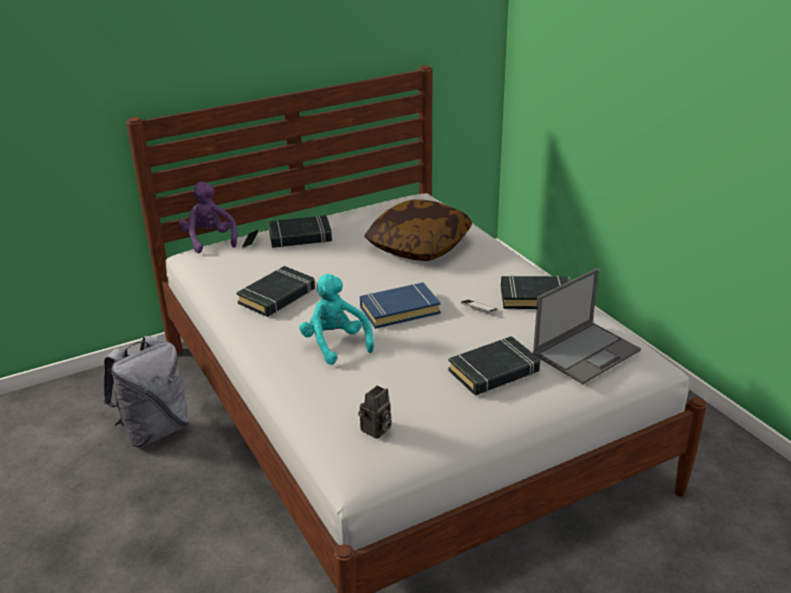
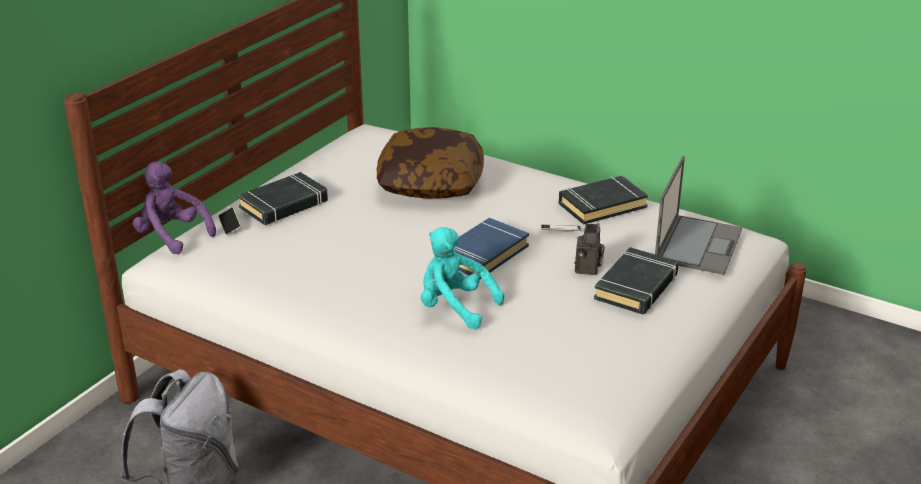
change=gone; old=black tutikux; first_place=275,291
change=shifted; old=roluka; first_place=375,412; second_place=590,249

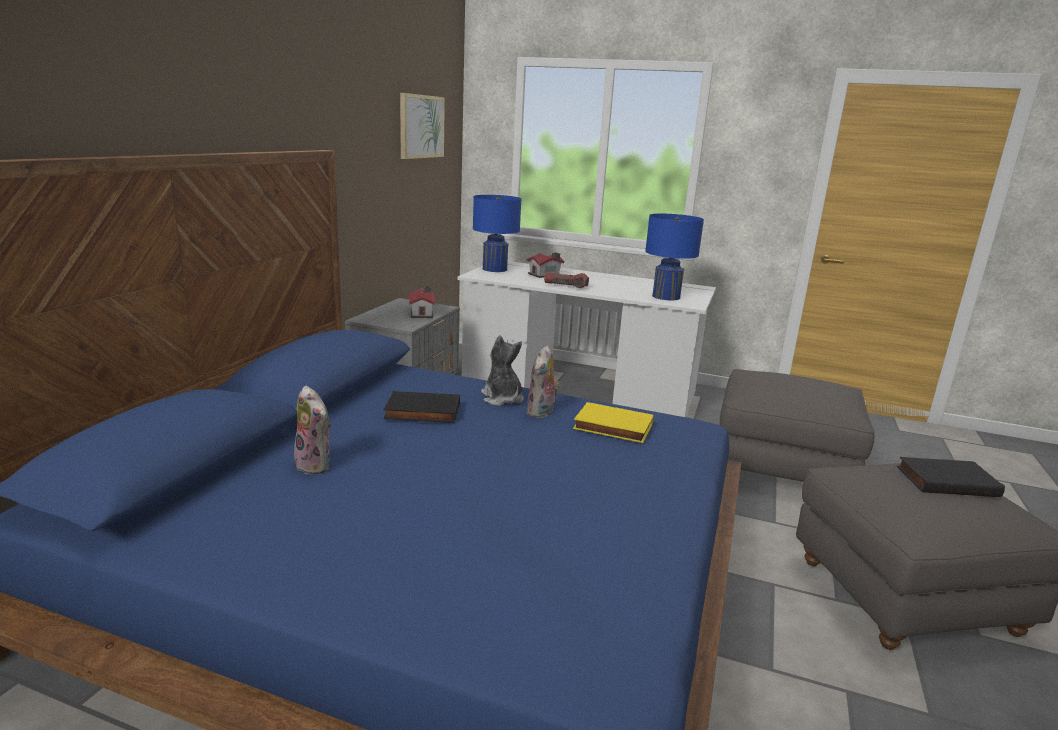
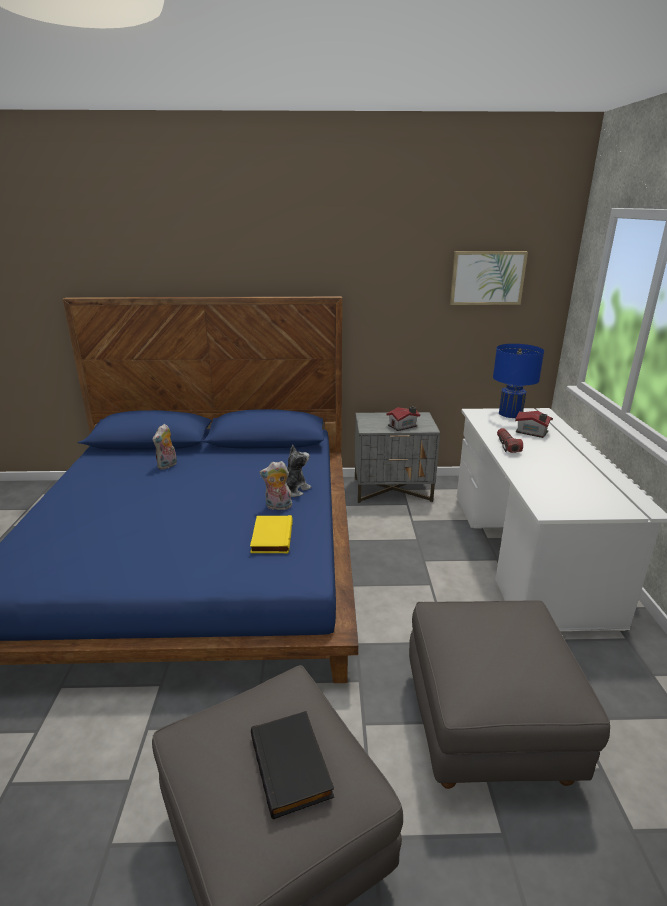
change=gone; old=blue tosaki; first_place=674,257
change=gone; old=black tutikux; first_place=421,407

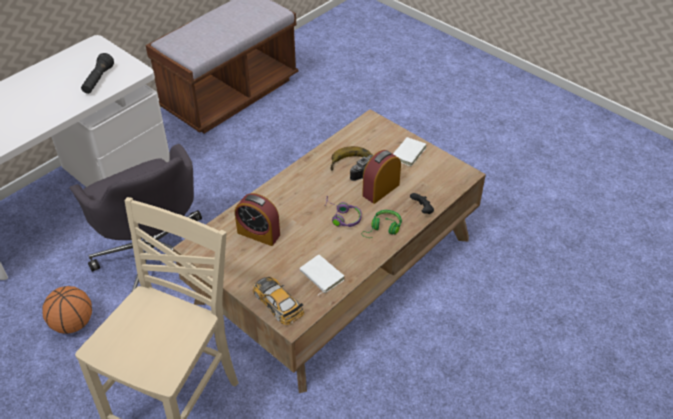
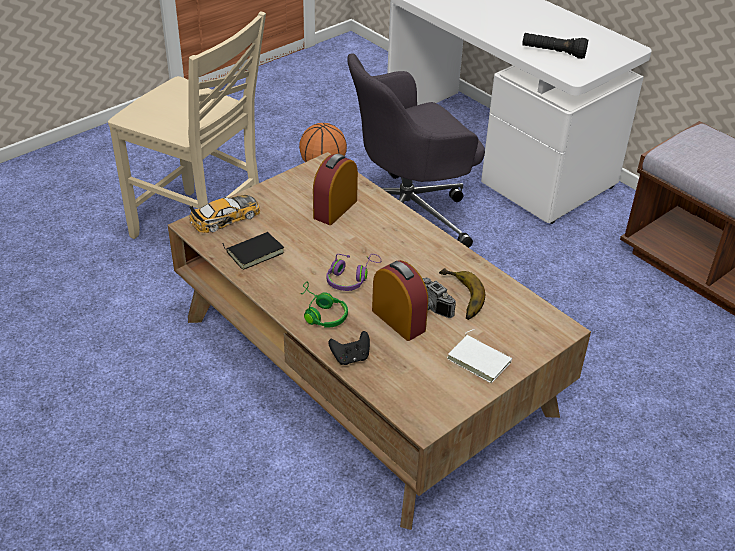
change=repainted; old=white tutikux; new=black tutikux; first_place=322,275; second_place=253,251

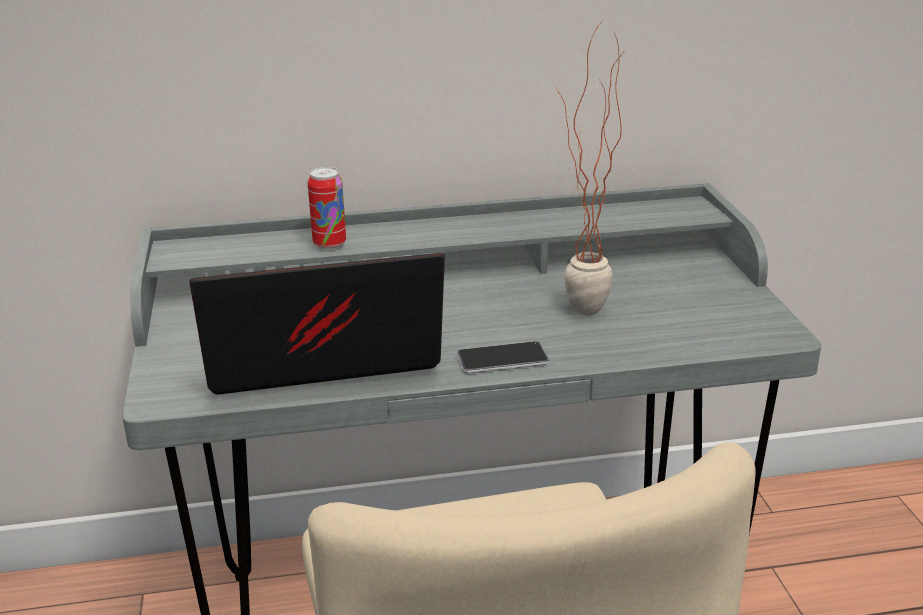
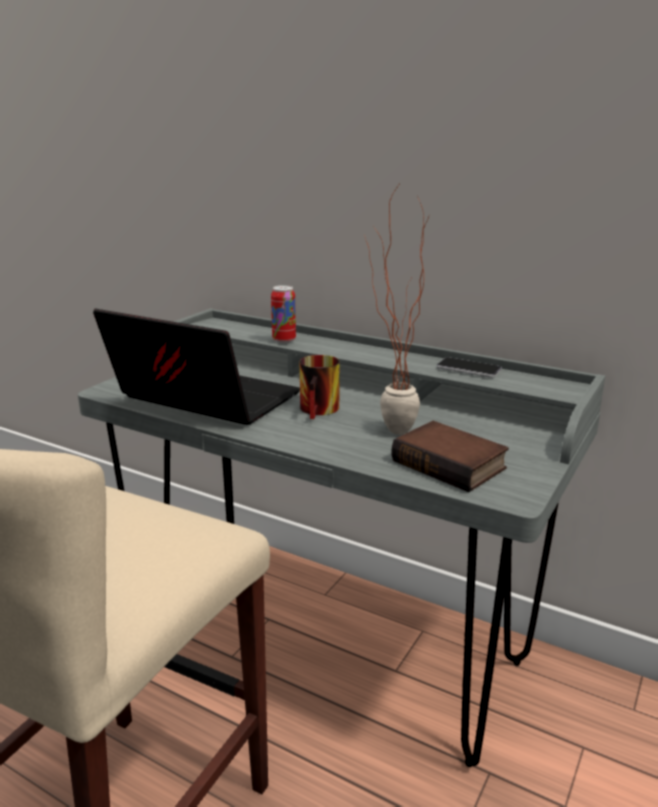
change=shifted; old=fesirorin; first_place=503,357; second_place=469,367
change=new; new=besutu; second_place=320,387
change=new; new=tutikux; second_place=450,456

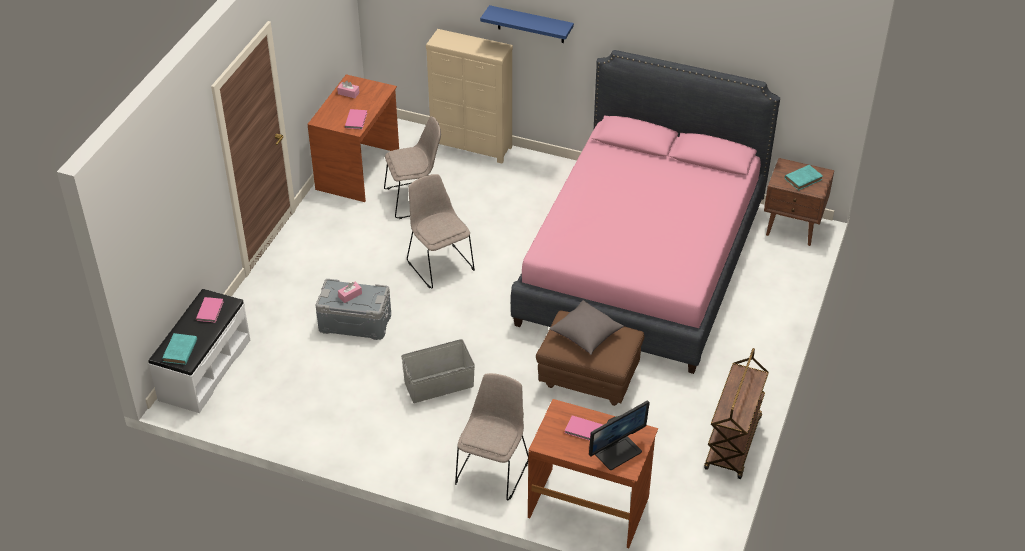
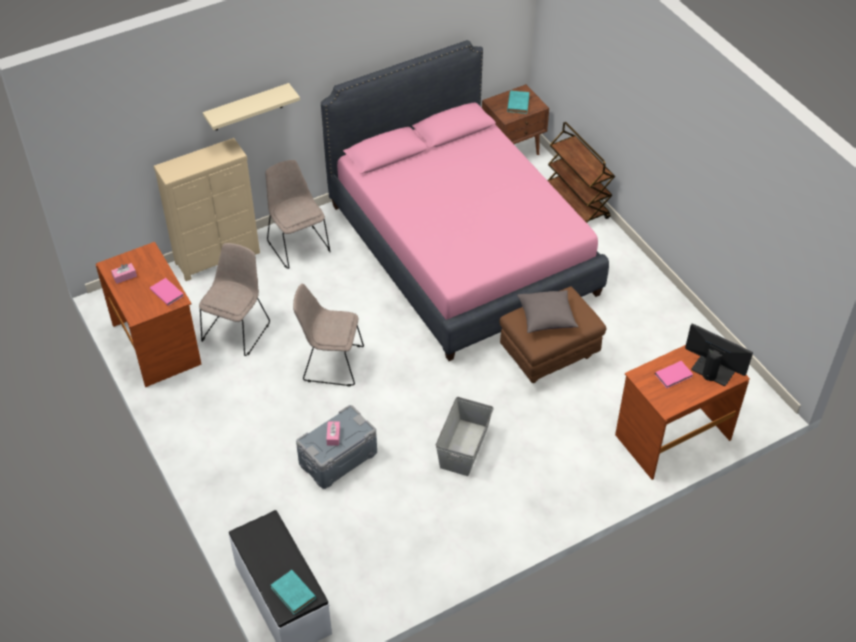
change=repainted; old=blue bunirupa; new=beige bunirupa; first_place=527,24; second_place=251,107
change=gone; old=pink tutikux; first_place=210,310
change=shifted; old=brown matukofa; first_place=736,413; second_place=581,172
change=shifted; old=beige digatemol; first_place=491,436; second_place=297,214
change=rotated; old=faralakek; first_place=619,435; second_place=719,354; degrees=-60

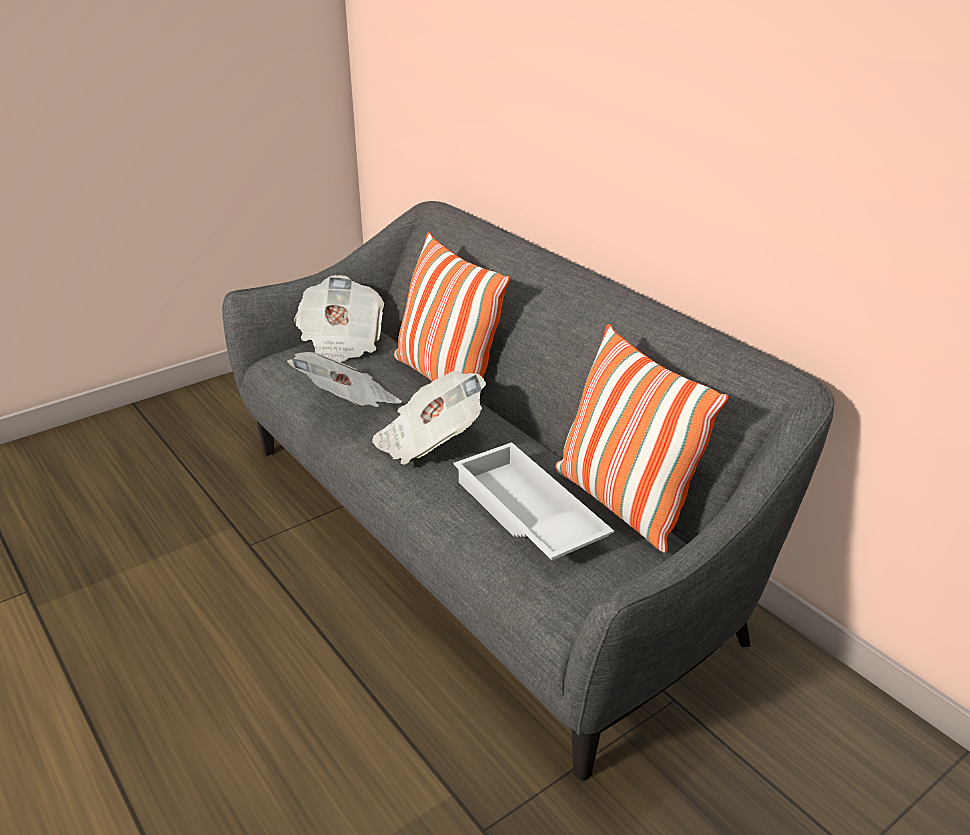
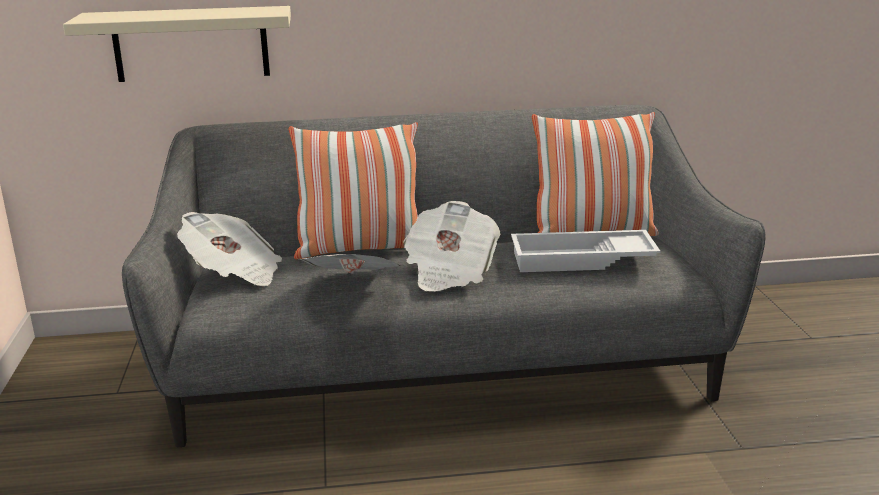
change=new; new=beige bunirupa; second_place=177,44

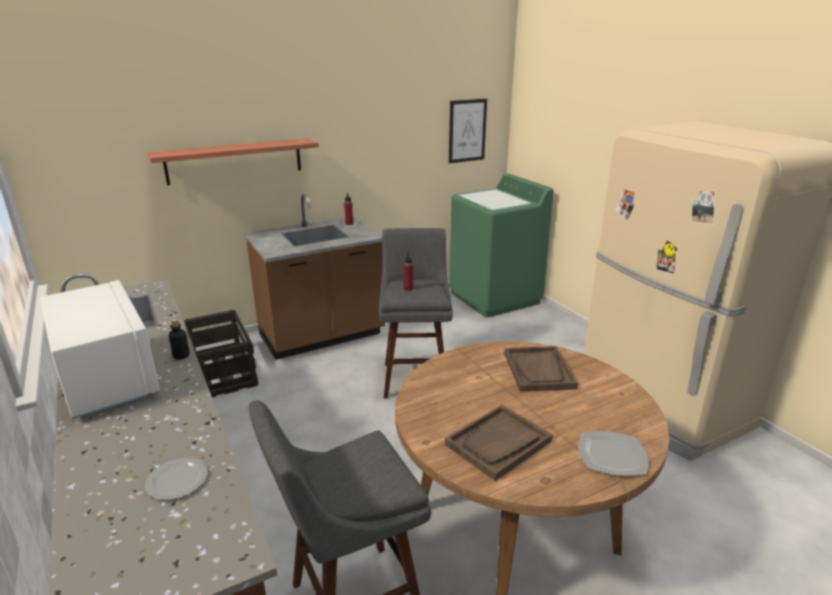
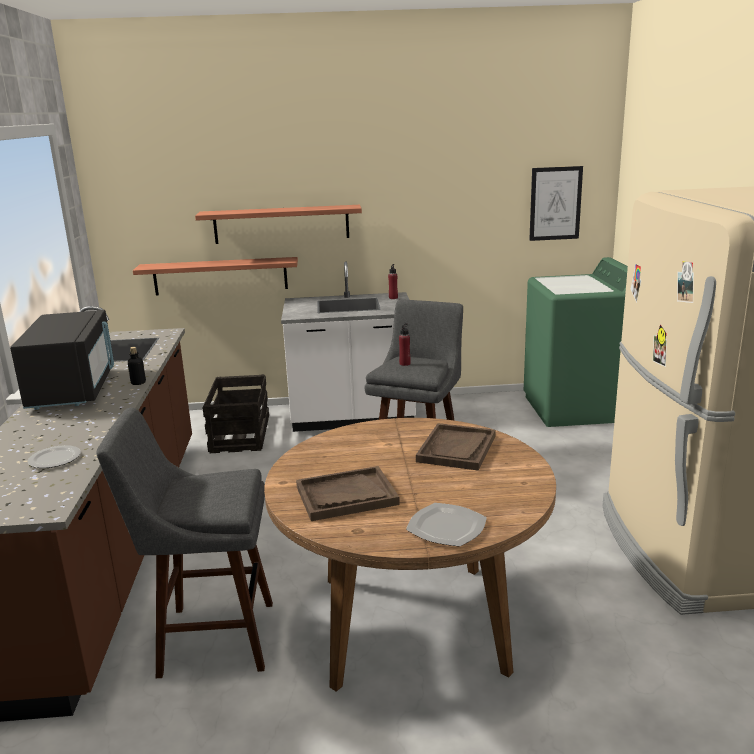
change=repainted; old=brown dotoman; new=white dotoman; first_place=314,277; second_place=348,346
change=repainted; old=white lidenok; new=black lidenok; first_place=99,349; second_place=62,360
change=new; new=bunirupa; second_place=215,276

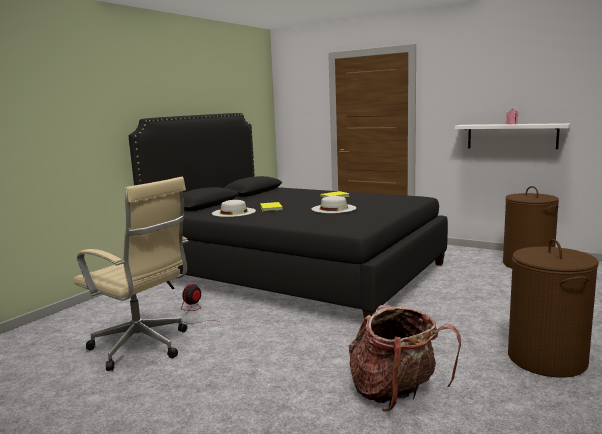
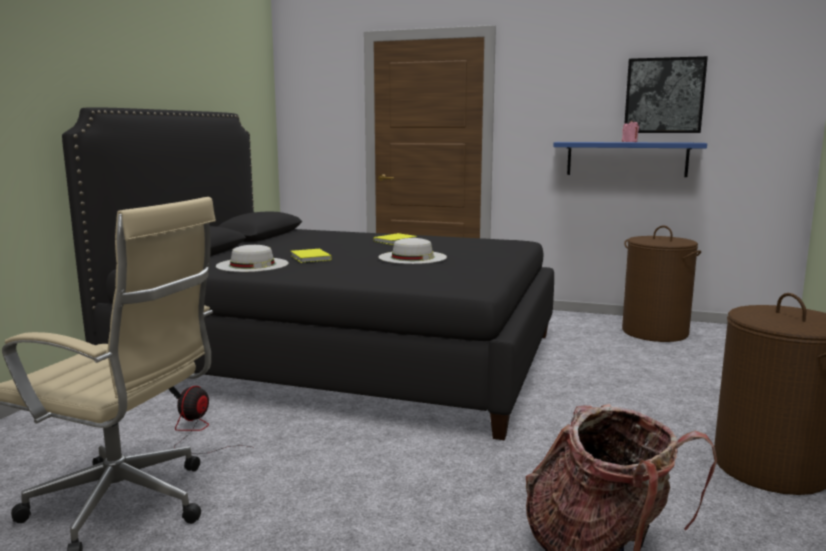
change=repainted; old=white bunirupa; new=blue bunirupa; first_place=513,136; second_place=630,159
change=new; new=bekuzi; second_place=666,94

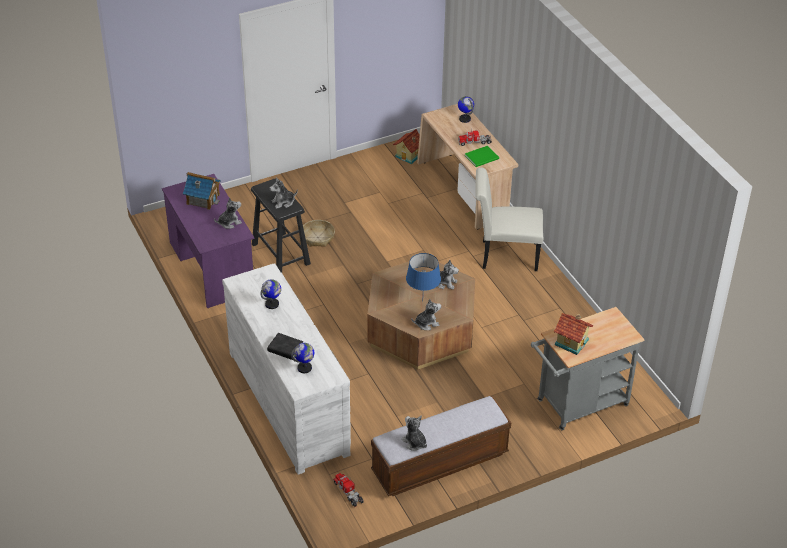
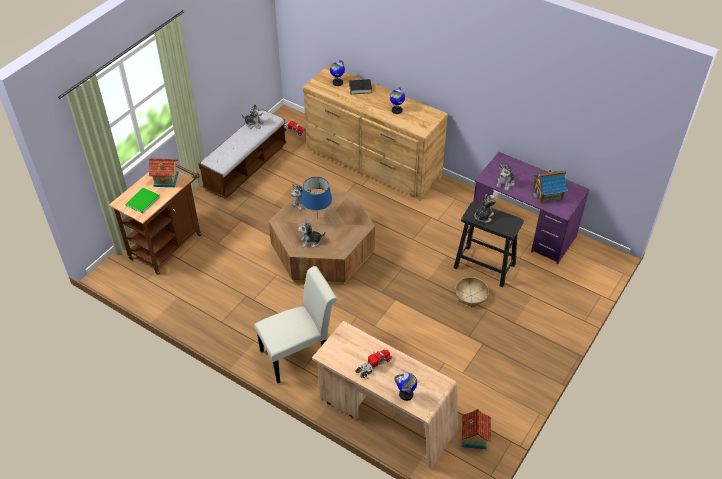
change=shifted; old=green tutikux; first_place=482,156; second_place=142,200
change=repainted; old=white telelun; new=brown telelun; first_place=286,369; second_place=375,133
change=repainted; old=grey matukofa; new=brown matukofa; first_place=588,368; second_place=155,219

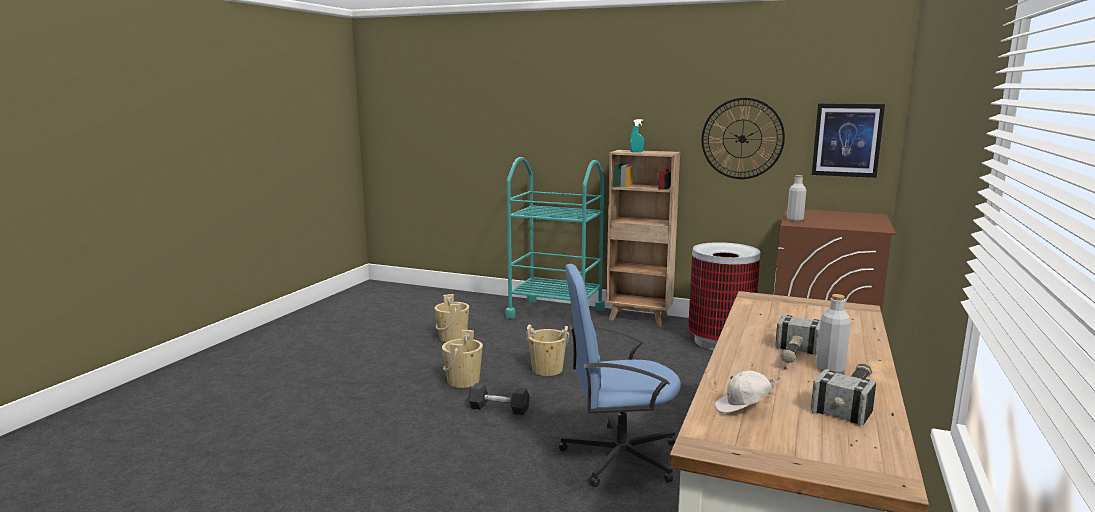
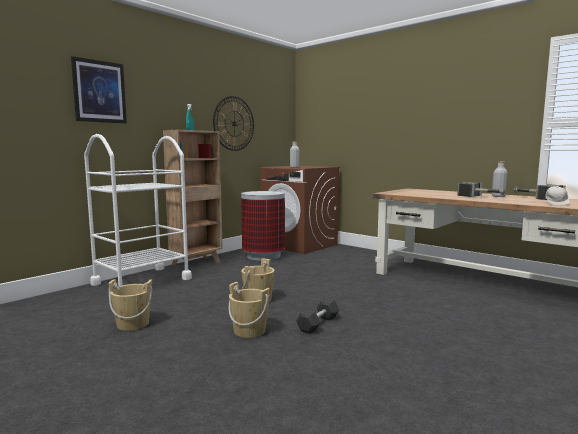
change=shifted; old=bekuzi; first_place=848,141; second_place=99,90
change=repainted; old=turquoise matukofa; new=white matukofa; first_place=555,238; second_place=138,210
change=gone; old=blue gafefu; first_place=620,375

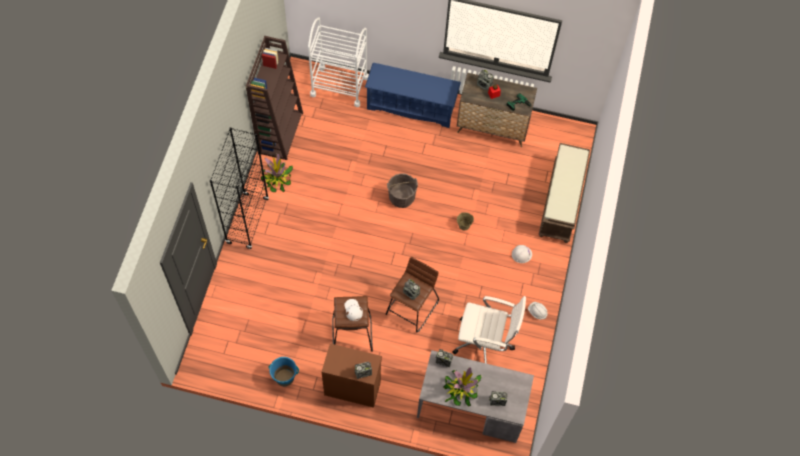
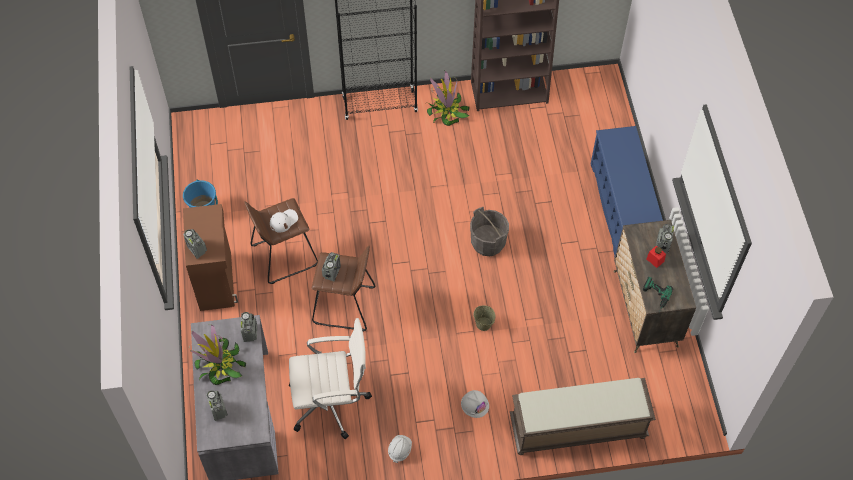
change=gone; old=white matukofa; first_place=338,62
change=rotated; old=white gafefu; first_place=489,330; second_place=330,378; degrees=-90

